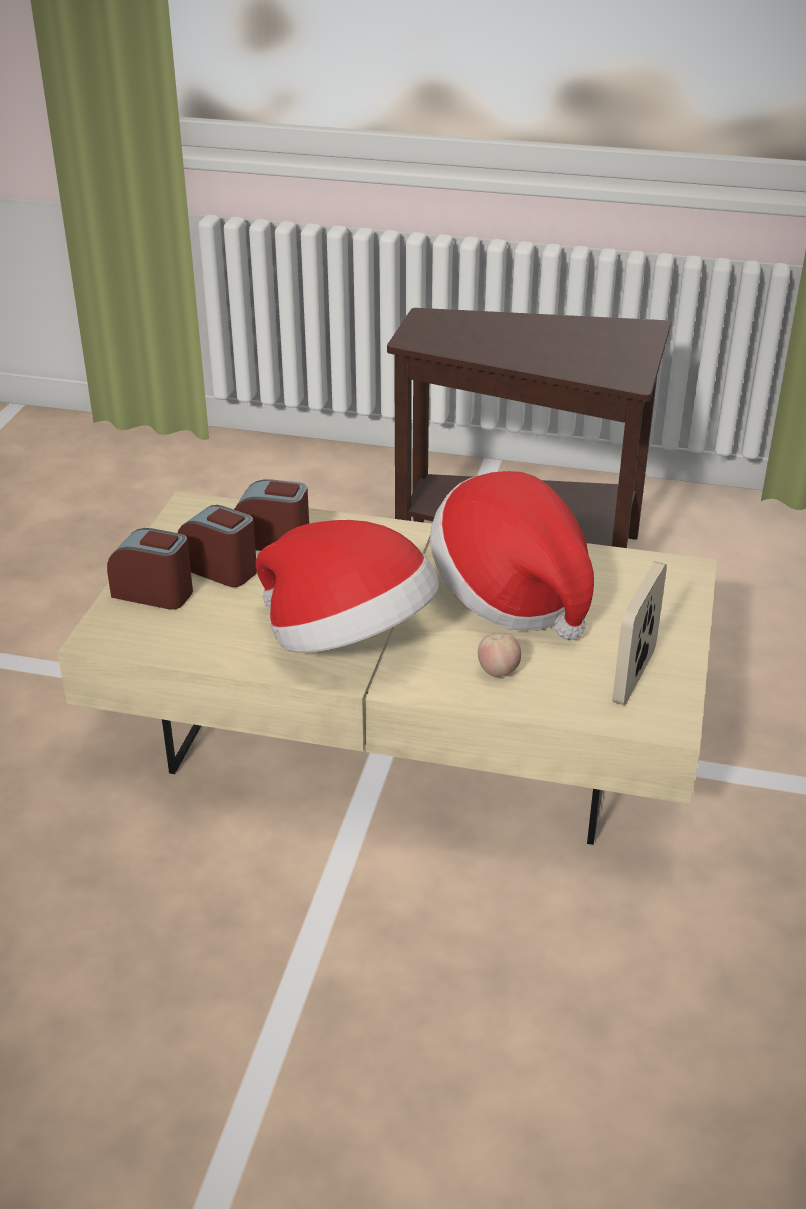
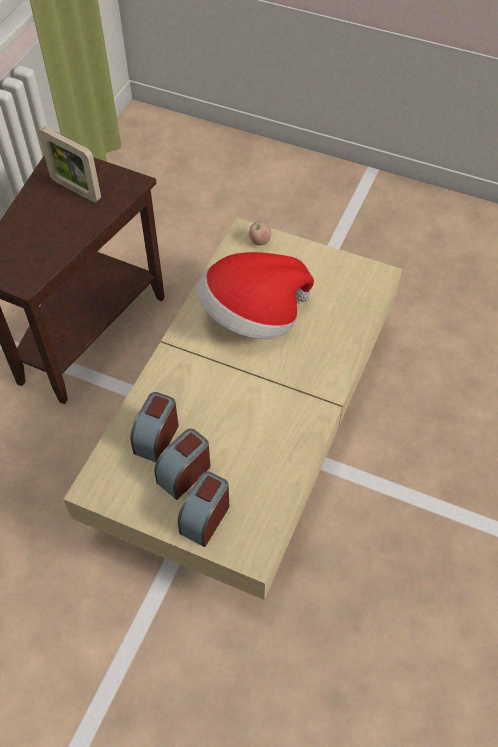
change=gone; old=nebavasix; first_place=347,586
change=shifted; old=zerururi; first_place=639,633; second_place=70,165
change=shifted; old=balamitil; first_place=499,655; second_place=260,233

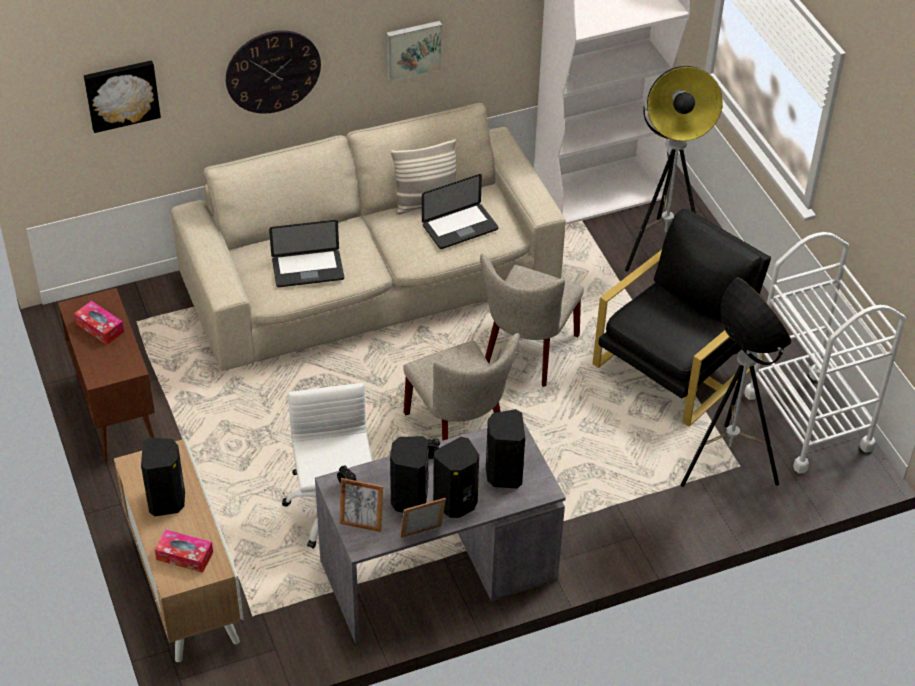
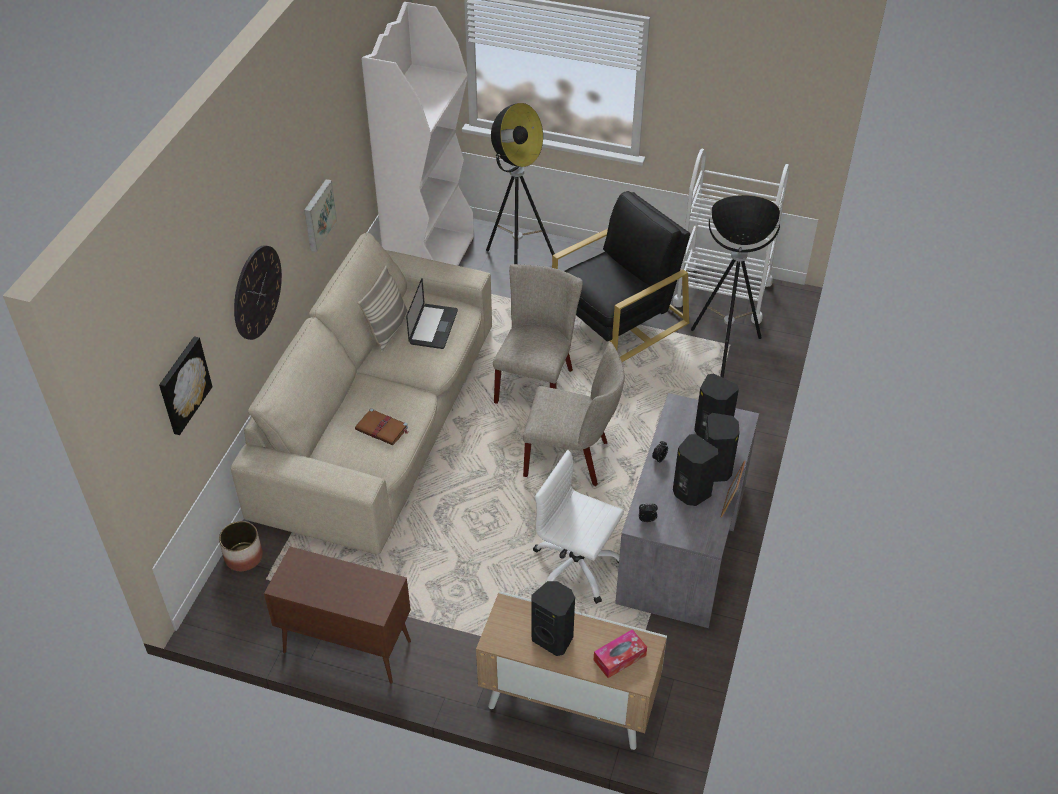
change=rotated; old=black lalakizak; first_place=681,318; second_place=621,276; degrees=60
change=swapped; old=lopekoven; new=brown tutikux; first_place=306,253; second_place=381,427
change=rotated; old=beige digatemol; first_place=532,320; second_place=538,334; degrees=-135
change=gone; old=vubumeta; first_place=99,323
change=gone; old=zerururi; first_place=361,505
change=new; new=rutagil; second_place=241,546

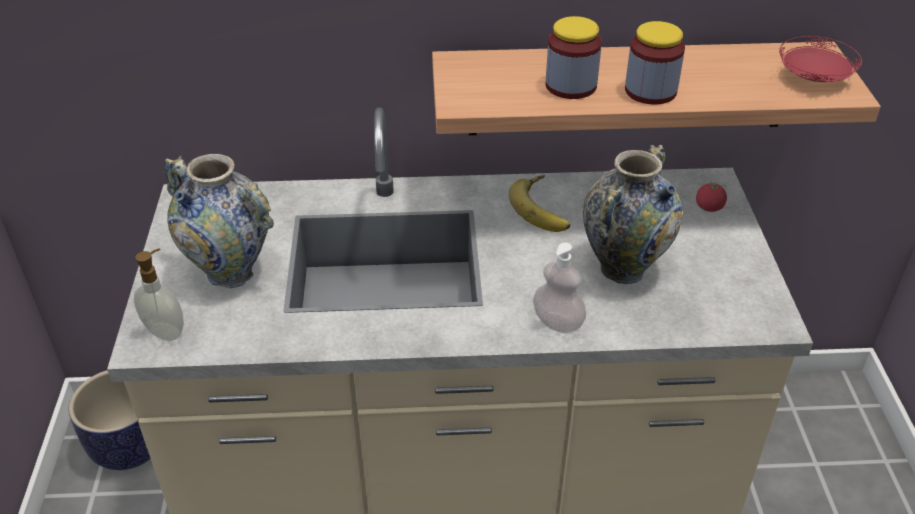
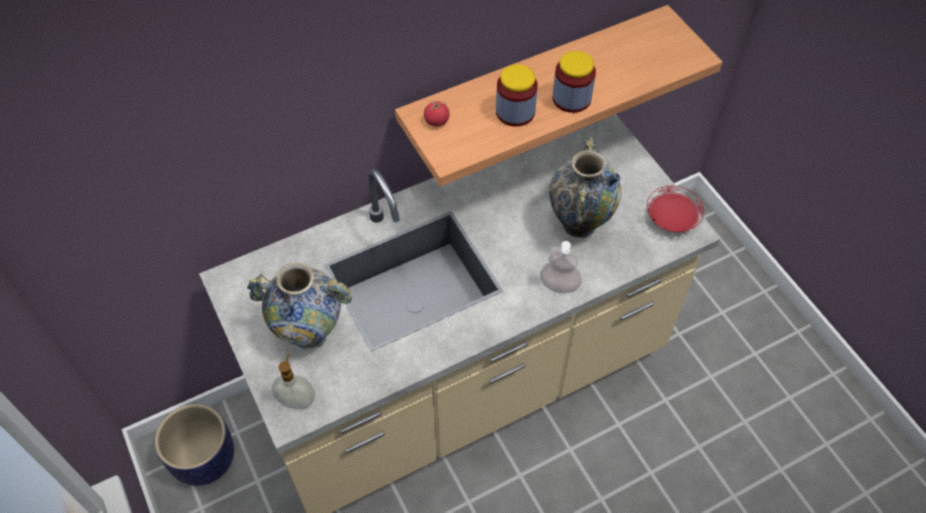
change=shifted; old=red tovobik; first_place=820,59; second_place=675,209
change=gone; old=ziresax; first_place=539,203
change=shifted; old=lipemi; first_place=711,196; second_place=436,114

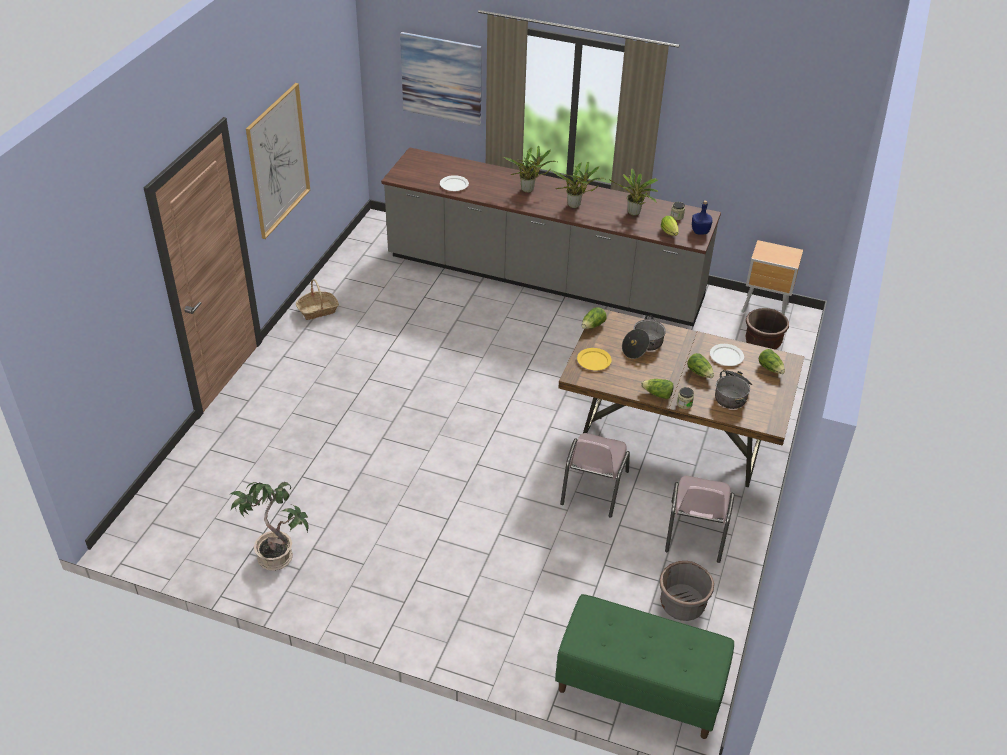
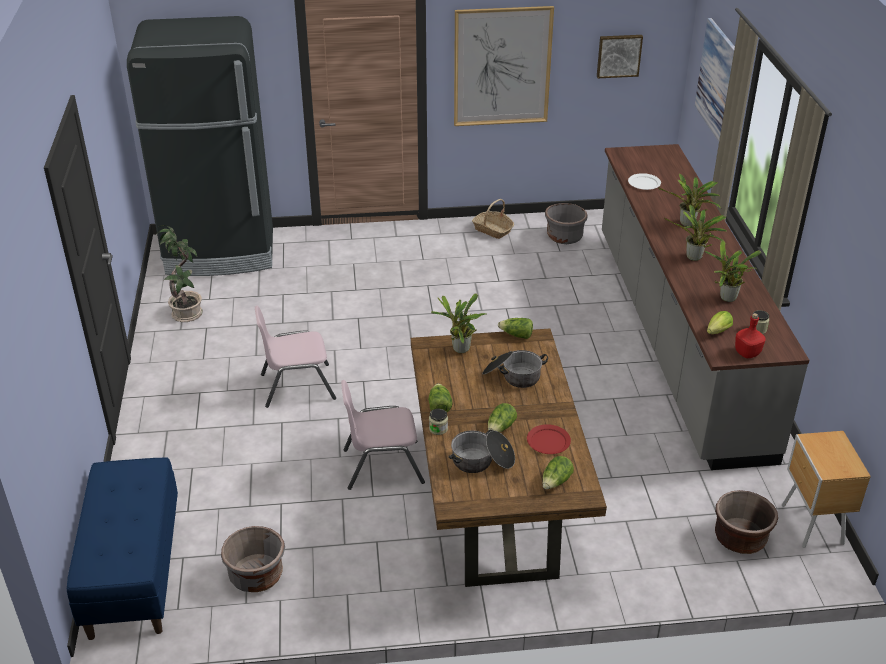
change=repainted; old=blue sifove; new=red sifove; first_place=702,217; second_place=750,335
change=repainted; old=white tovobik; new=red tovobik; first_place=727,355; second_place=549,439
change=swapped; old=yellow tovobik; new=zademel; first_place=594,359; second_place=458,323
change=shifted; old=pink digatemol; first_place=699,519; second_place=295,357
change=repainted; old=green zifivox; new=blue zifivox; first_place=644,666; second_place=122,548
change=new; new=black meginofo; second_place=200,146
change=new; new=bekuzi; second_place=620,56
change=new; new=grey rutagil; second_place=566,223

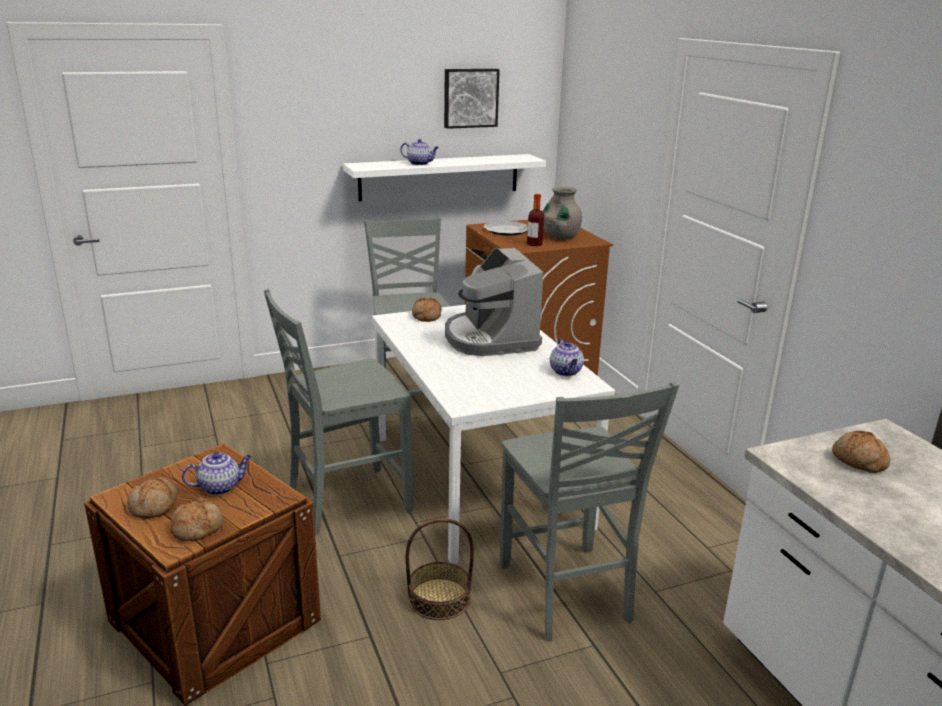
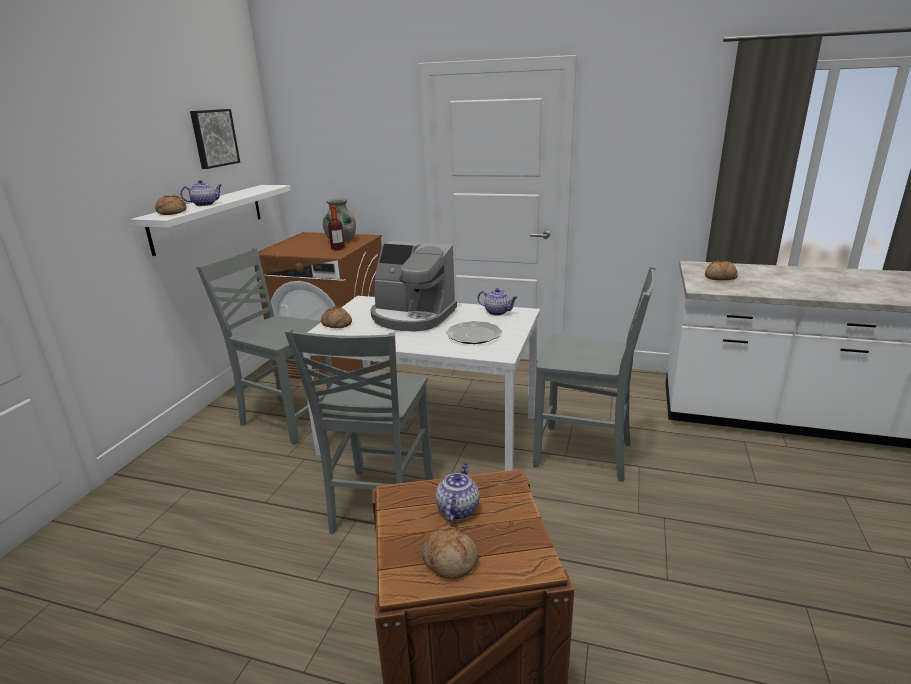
change=shifted; old=tovobik; first_place=505,228; second_place=474,332
change=shifted; old=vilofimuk; first_place=197,519; second_place=171,205
change=gone; old=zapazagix; first_place=440,569

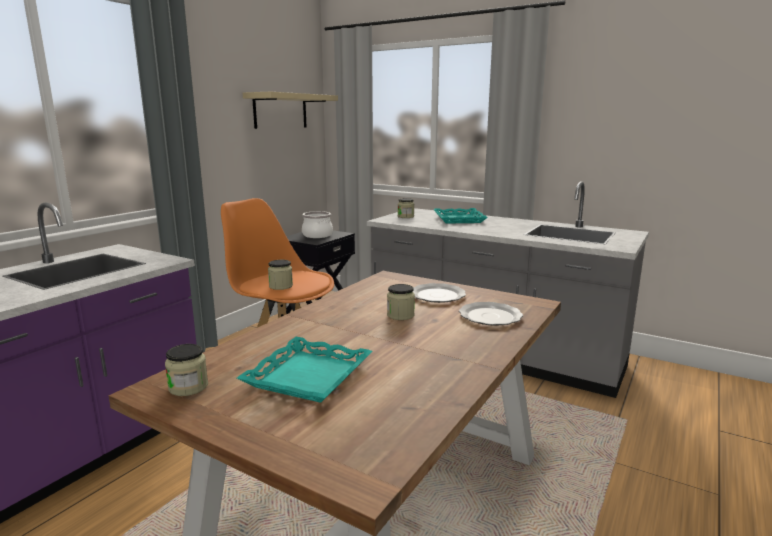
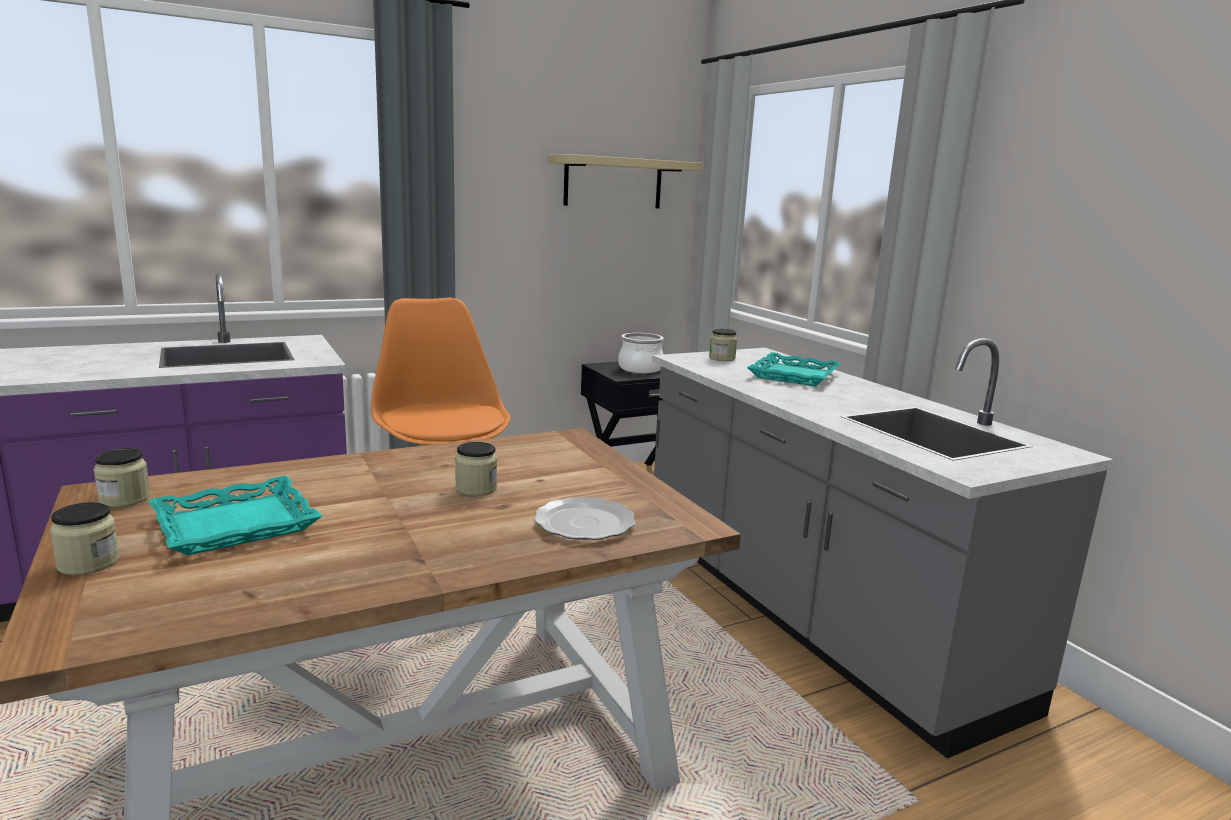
change=shifted; old=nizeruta; first_place=280,275; second_place=85,538
change=gone; old=tovobik; first_place=439,293

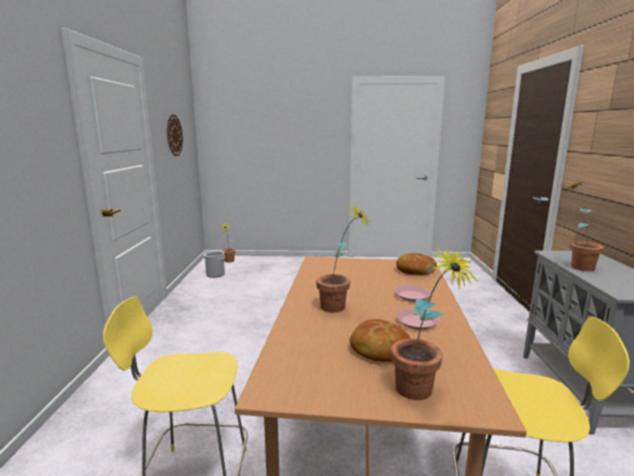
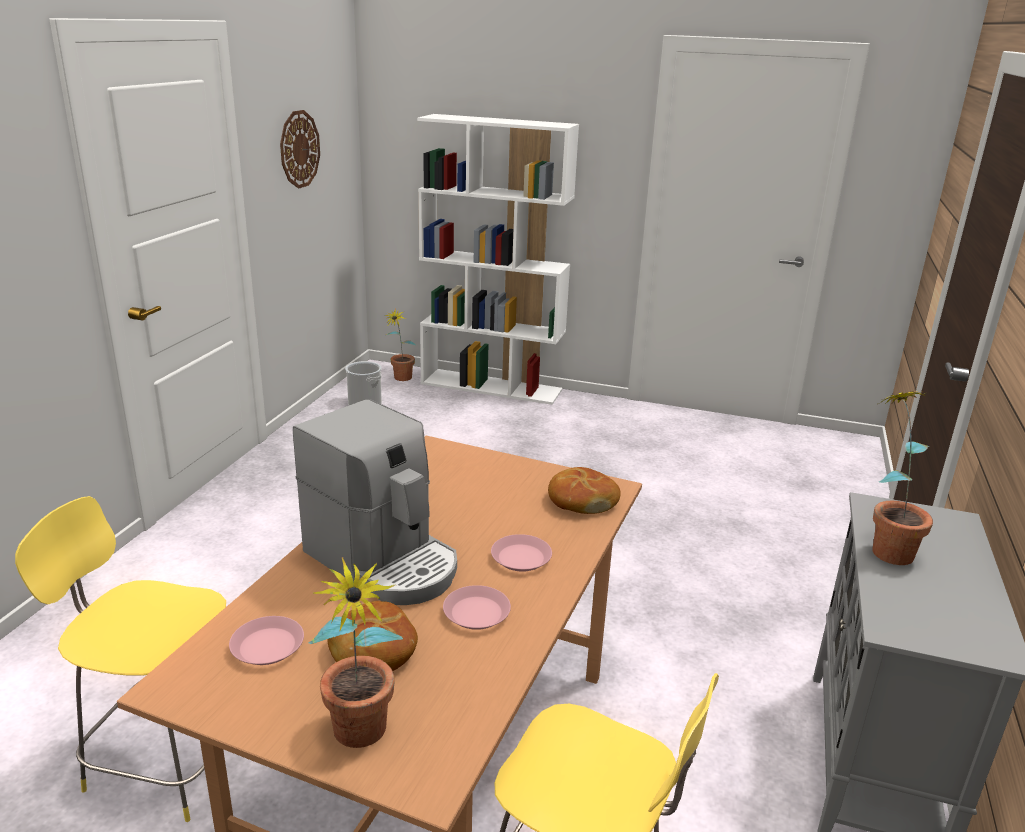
change=swapped; old=zademel; new=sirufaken; first_place=343,259; second_place=375,502
change=new; new=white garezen; second_place=498,259
change=new; new=pink tovobik; second_place=266,640

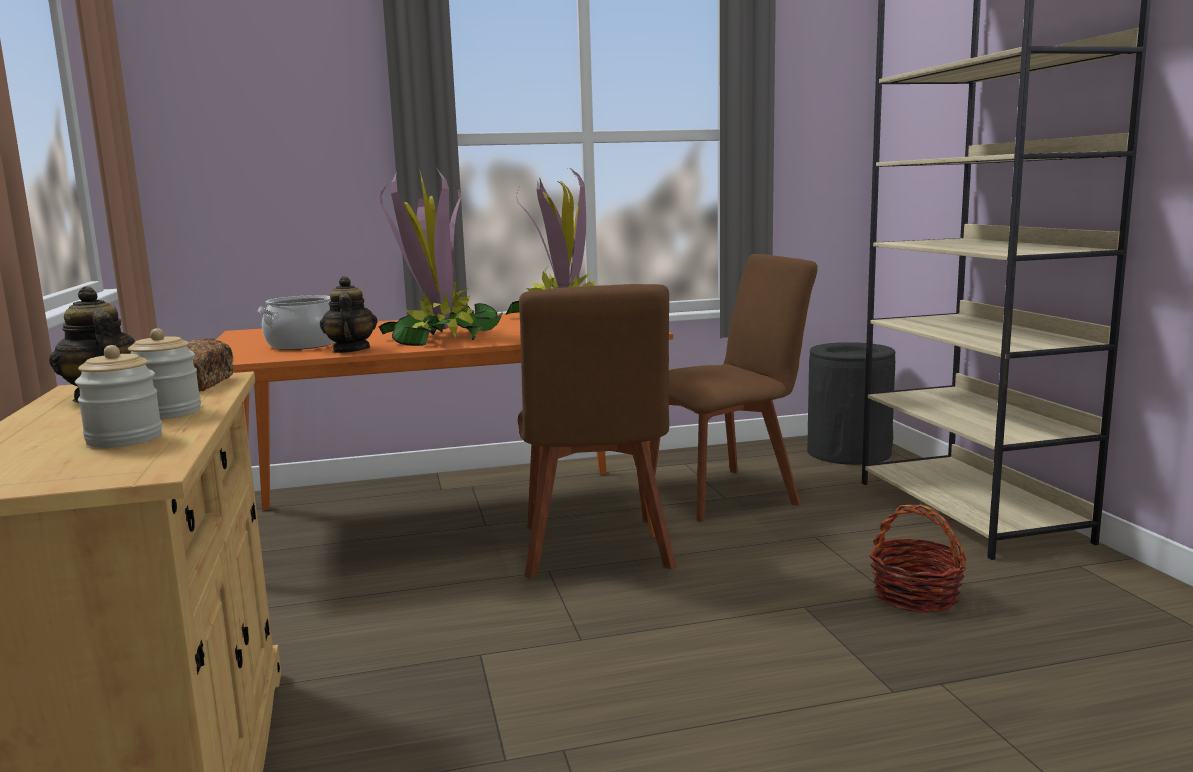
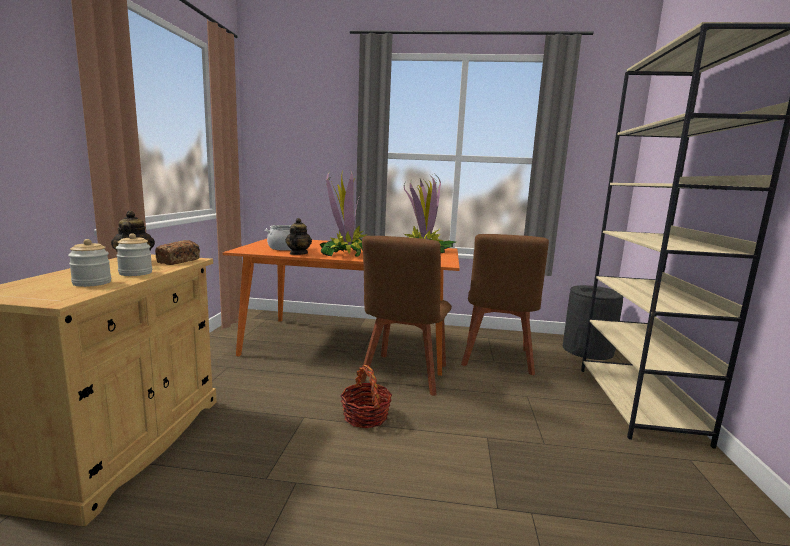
change=rotated; old=brown digatemol; first_place=733,388; second_place=505,304; degrees=105
change=shifted; old=zapazagix; first_place=918,558; second_place=366,396

